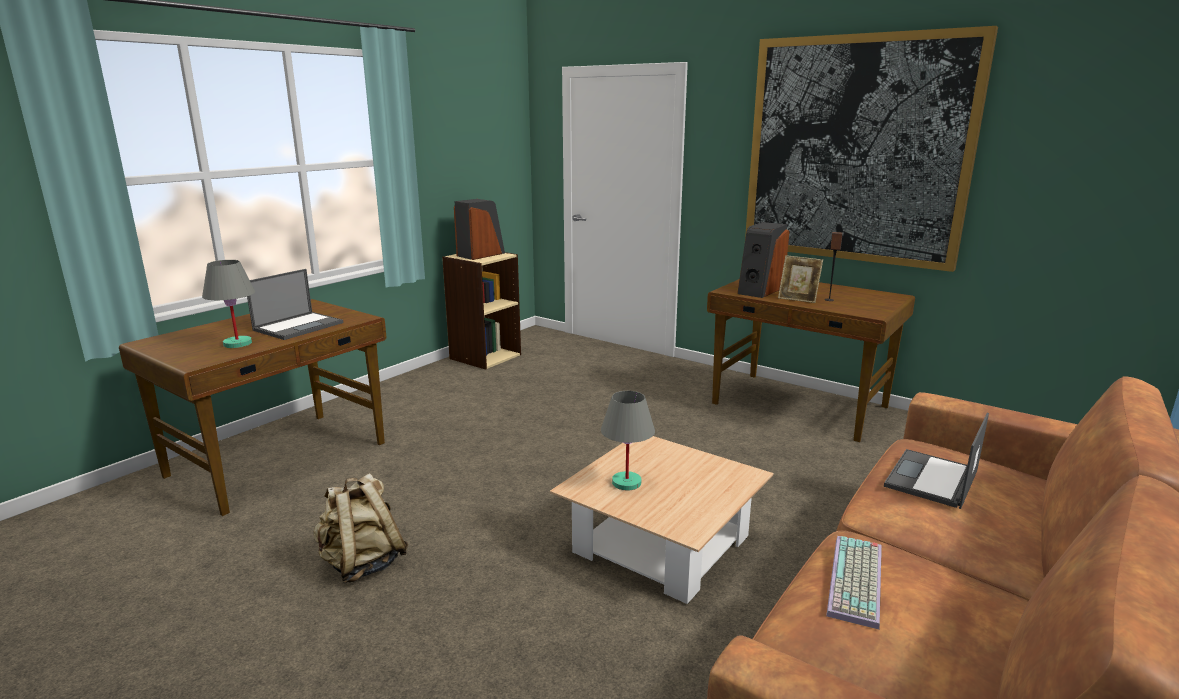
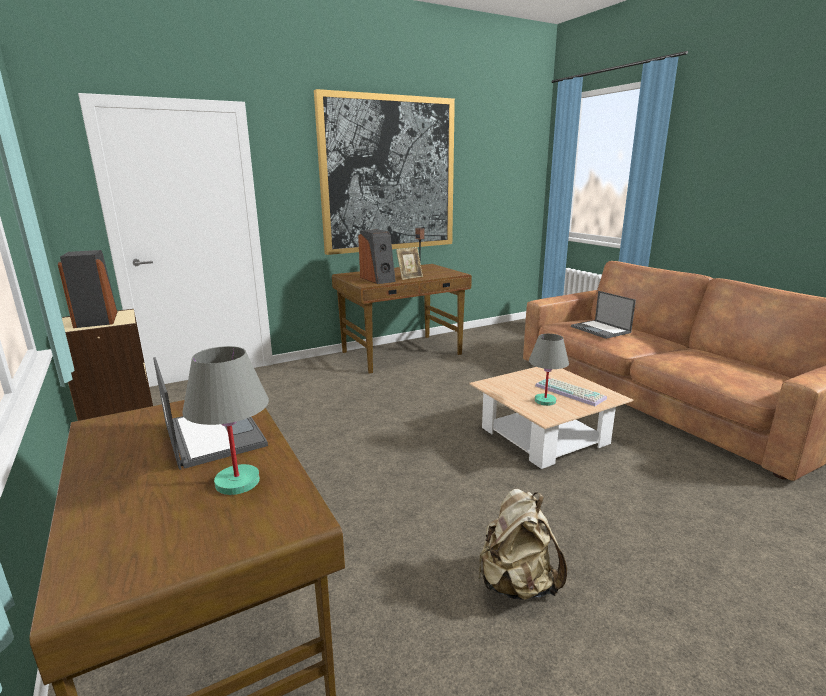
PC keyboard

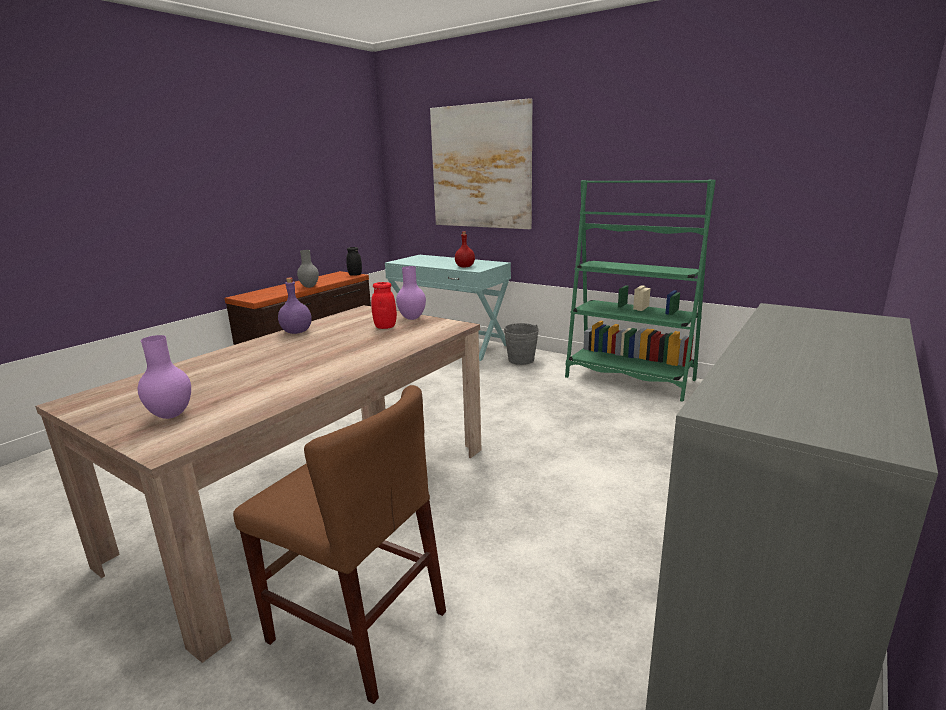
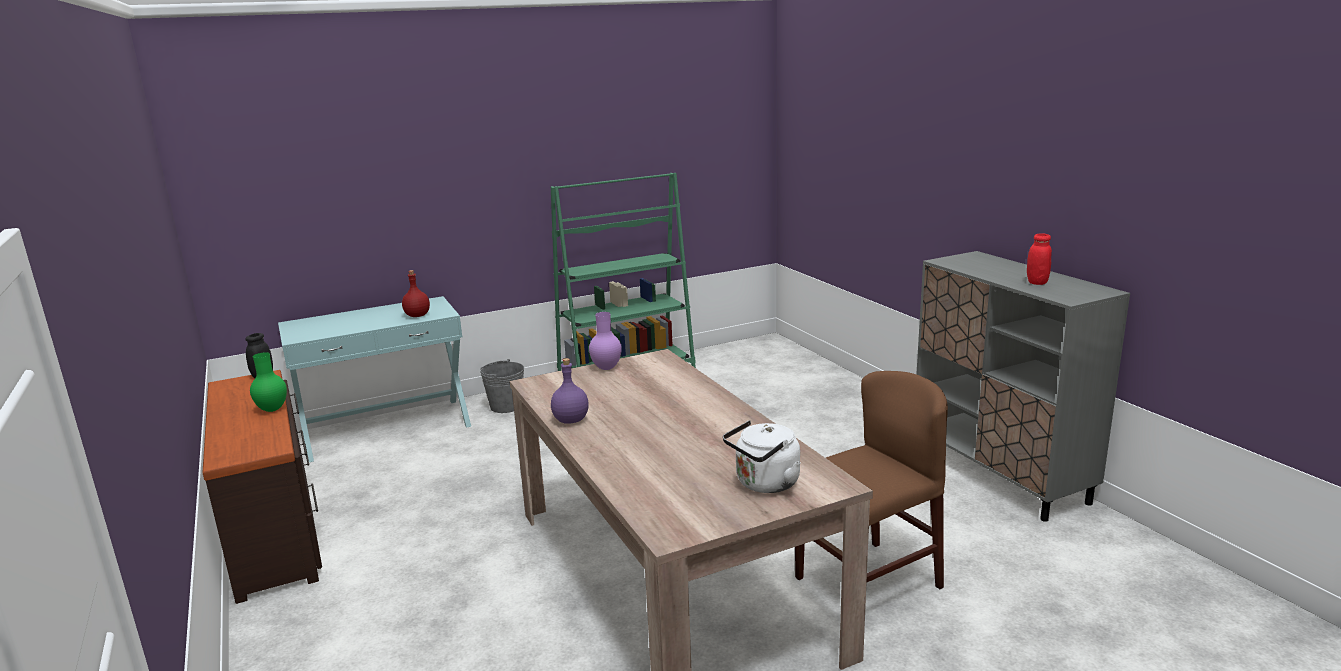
whitish water kettle; green vase; red storage jar; wall art

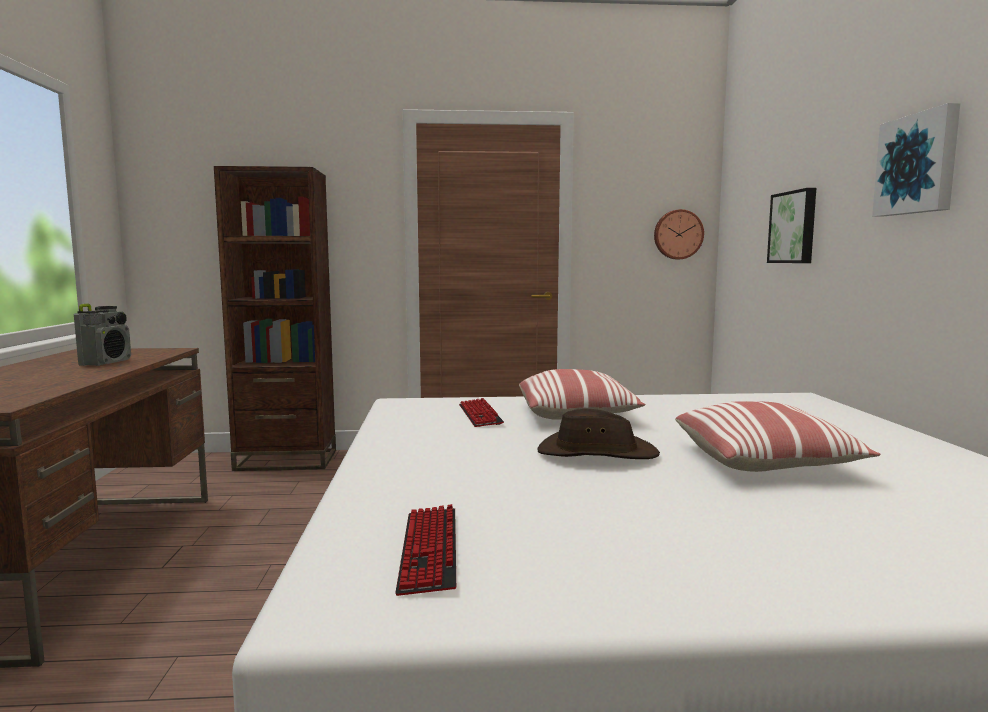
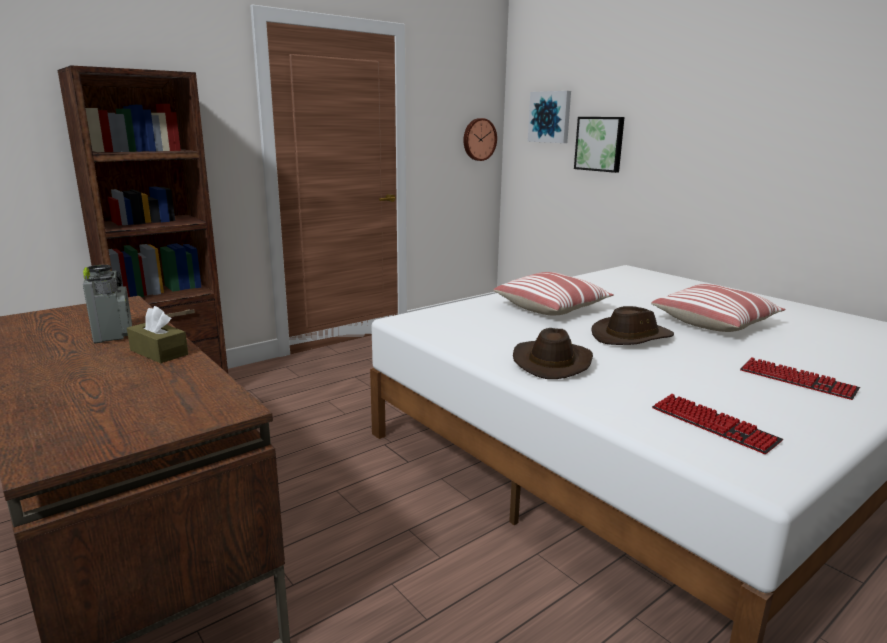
PC keyboard (2nd from left); wall art (1st from left); brownish box of tissues; brownish hat (1st from left)

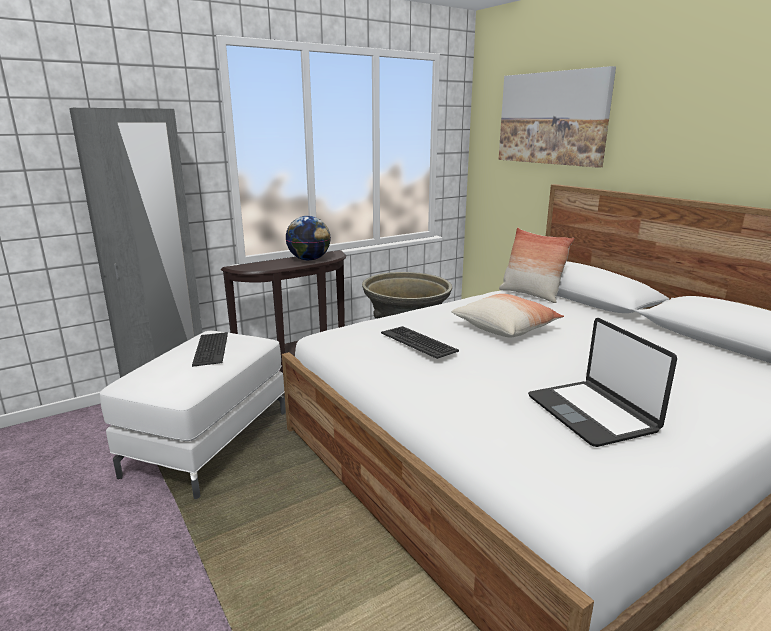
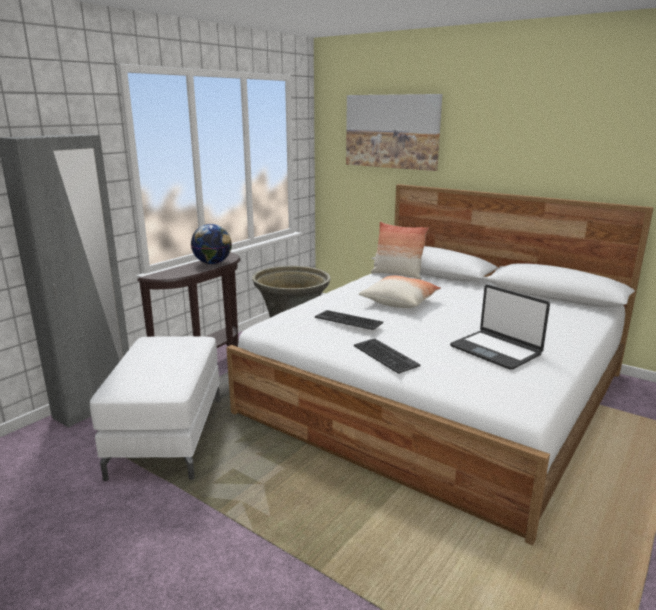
PC keyboard (2nd from left)

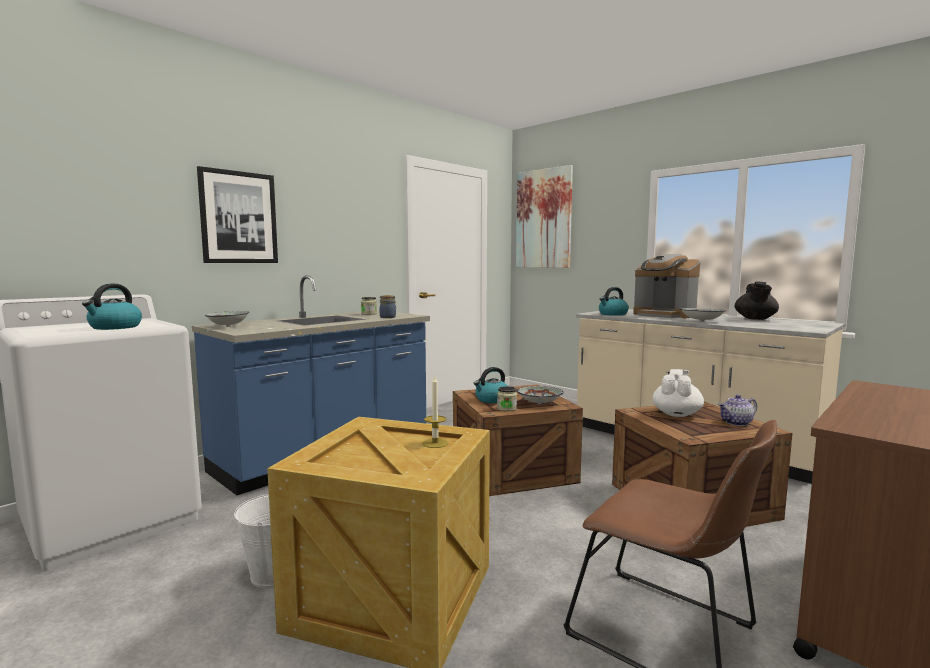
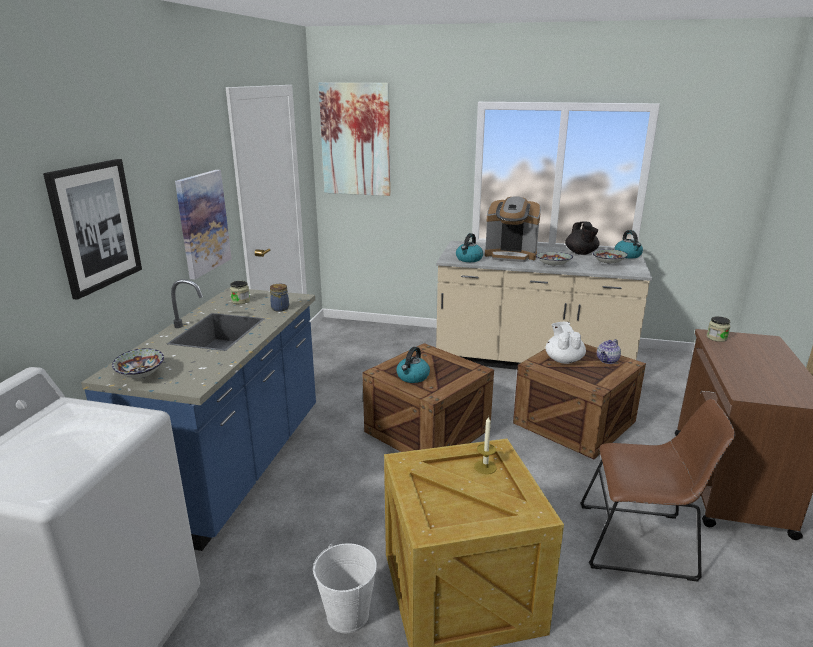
water kettle (3rd from left); storage jar (3rd from left); serving bowl (3rd from left); wall art (2nd from left)

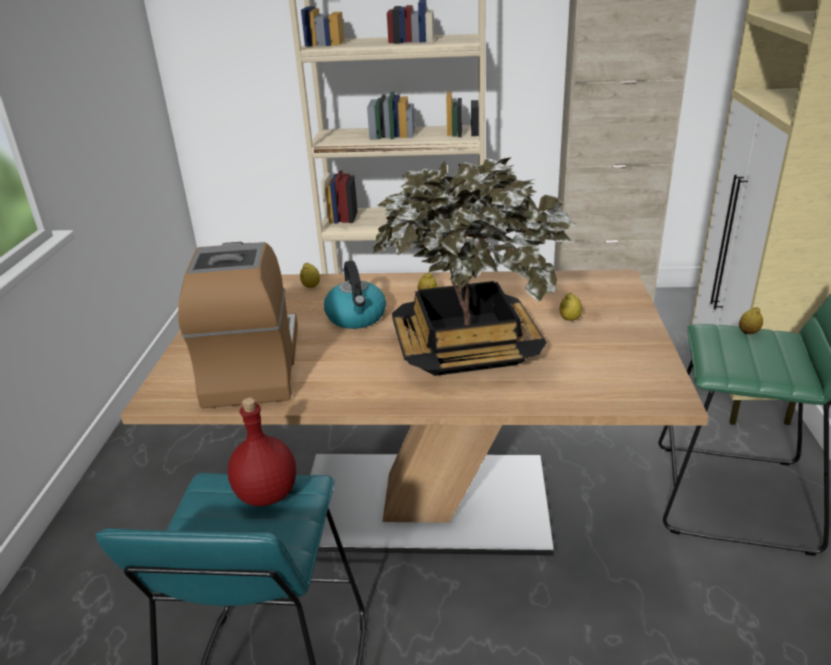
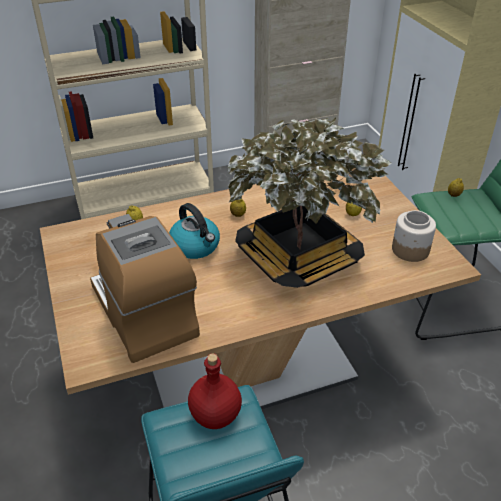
storage jar

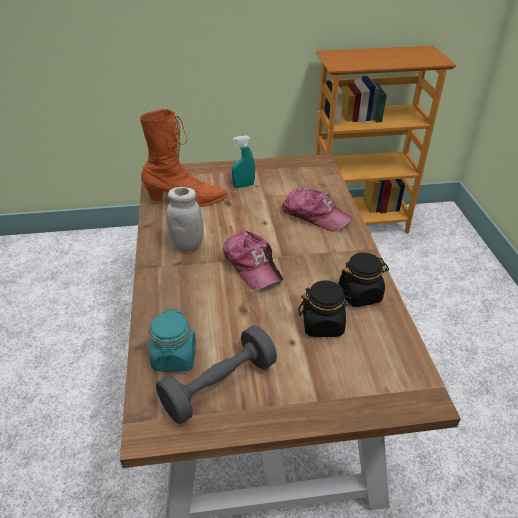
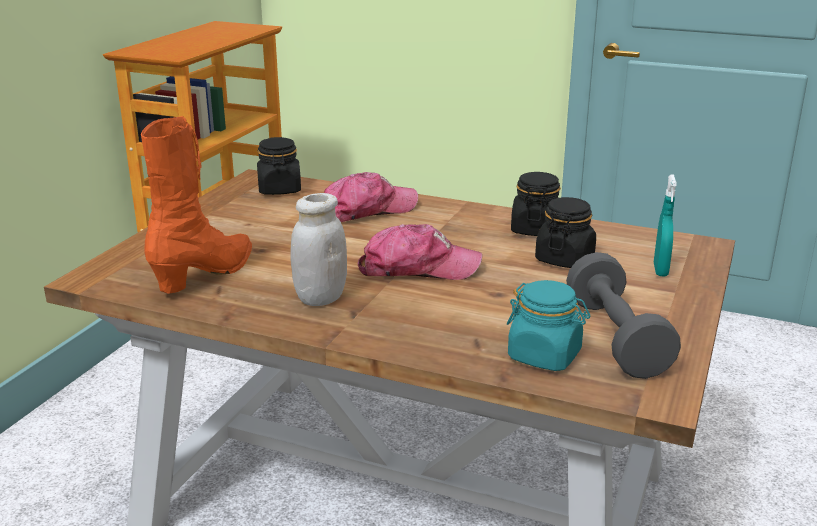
blue-green hand sprayer; black storage jar (1st from left)

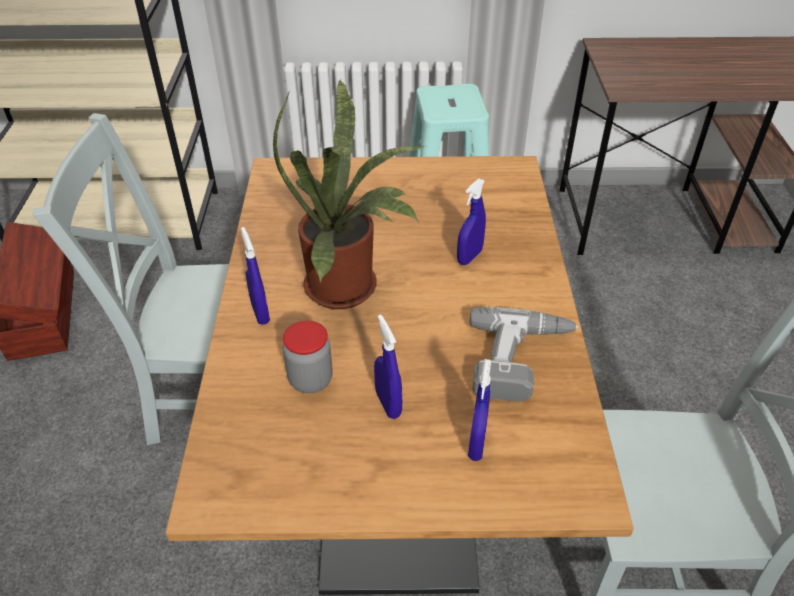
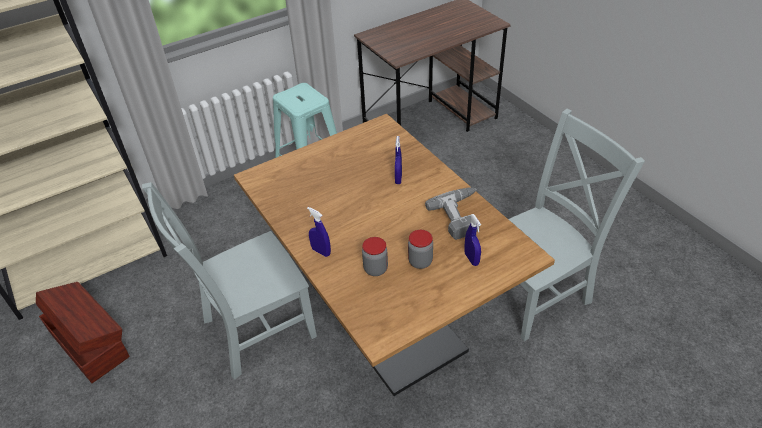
houseplant; storage jar (2nd from left)

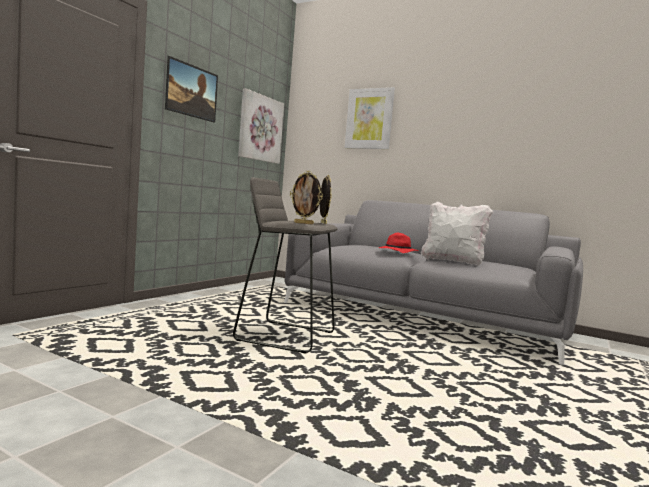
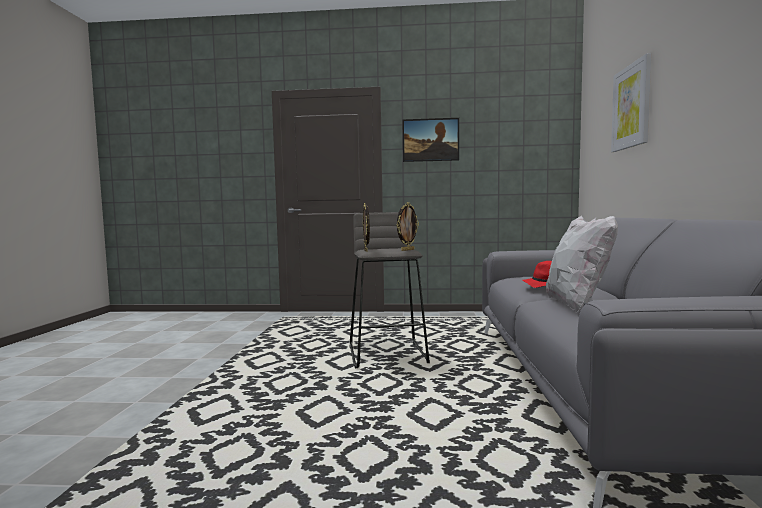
wall art (2nd from left in the first image)

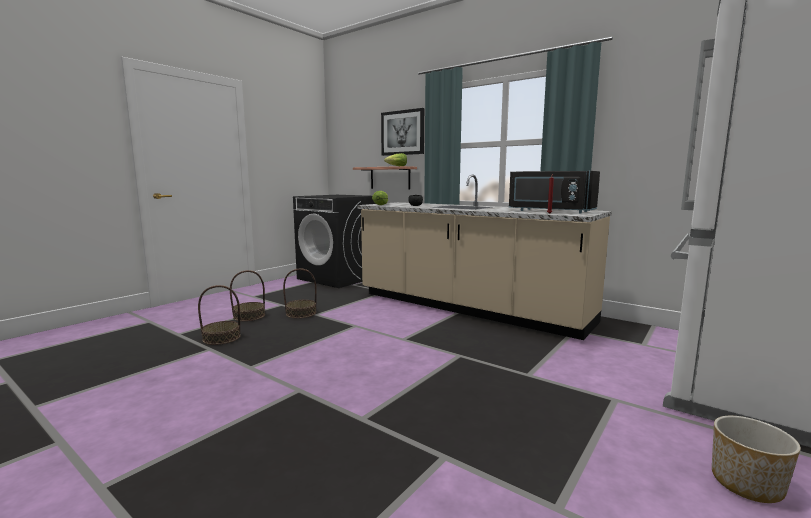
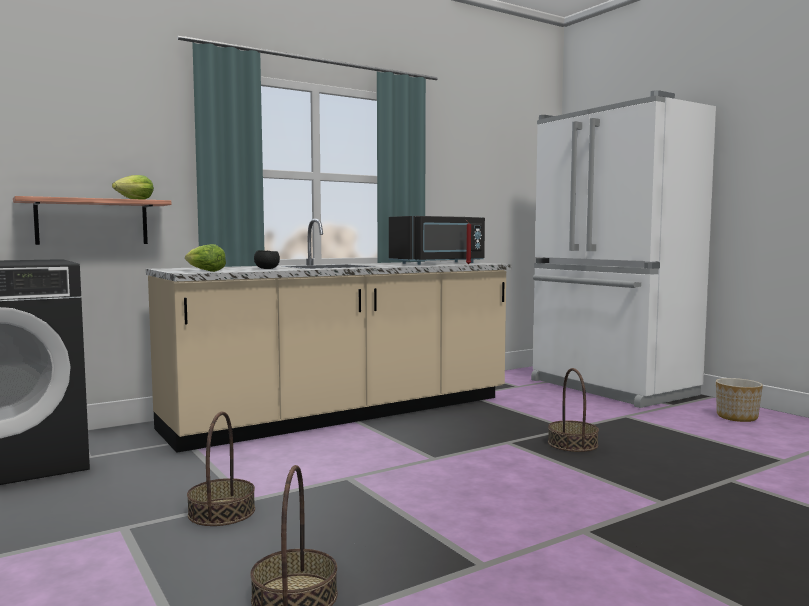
basket (3rd from left); wall art

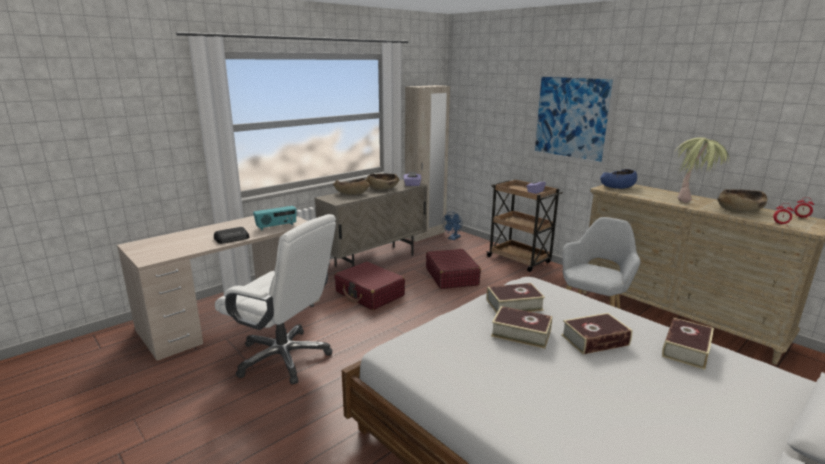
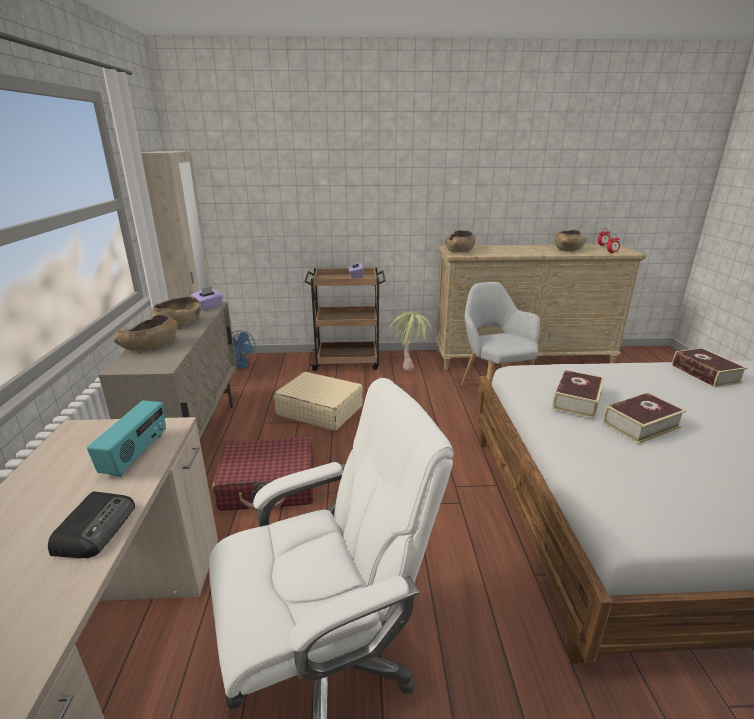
beige suitcase; wall art; book (3rd from left in the first image); brownish serving bowl (3rd from left); houseplant

